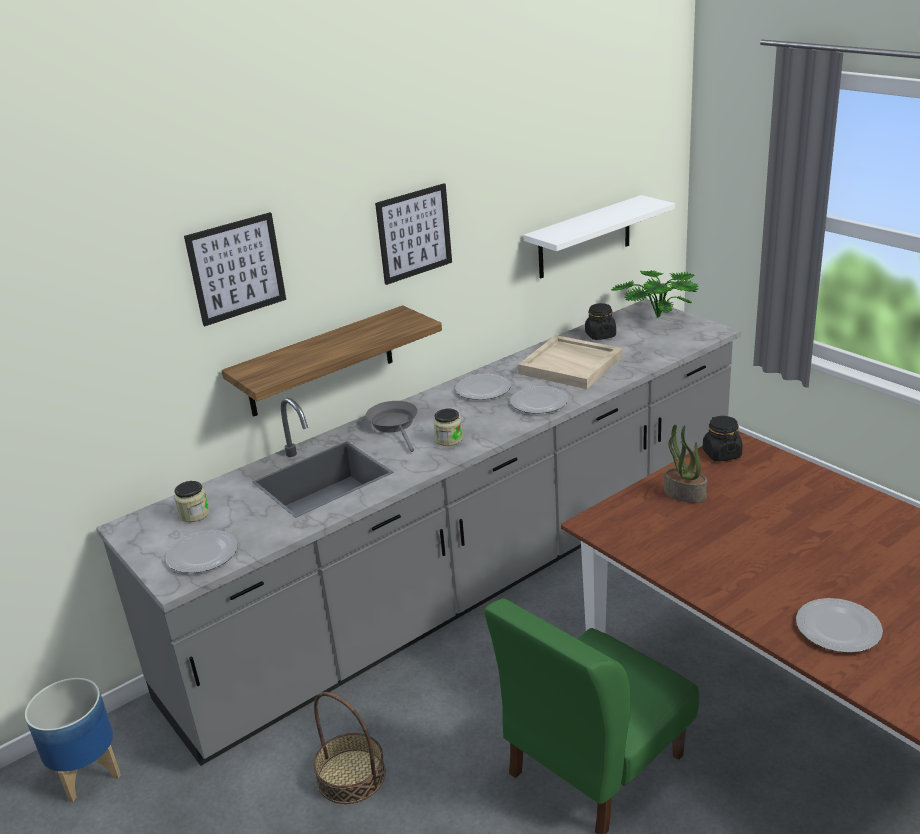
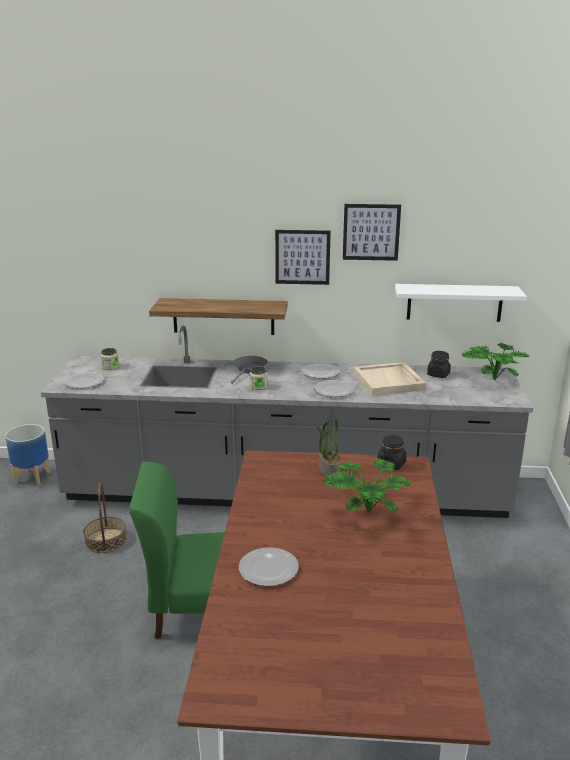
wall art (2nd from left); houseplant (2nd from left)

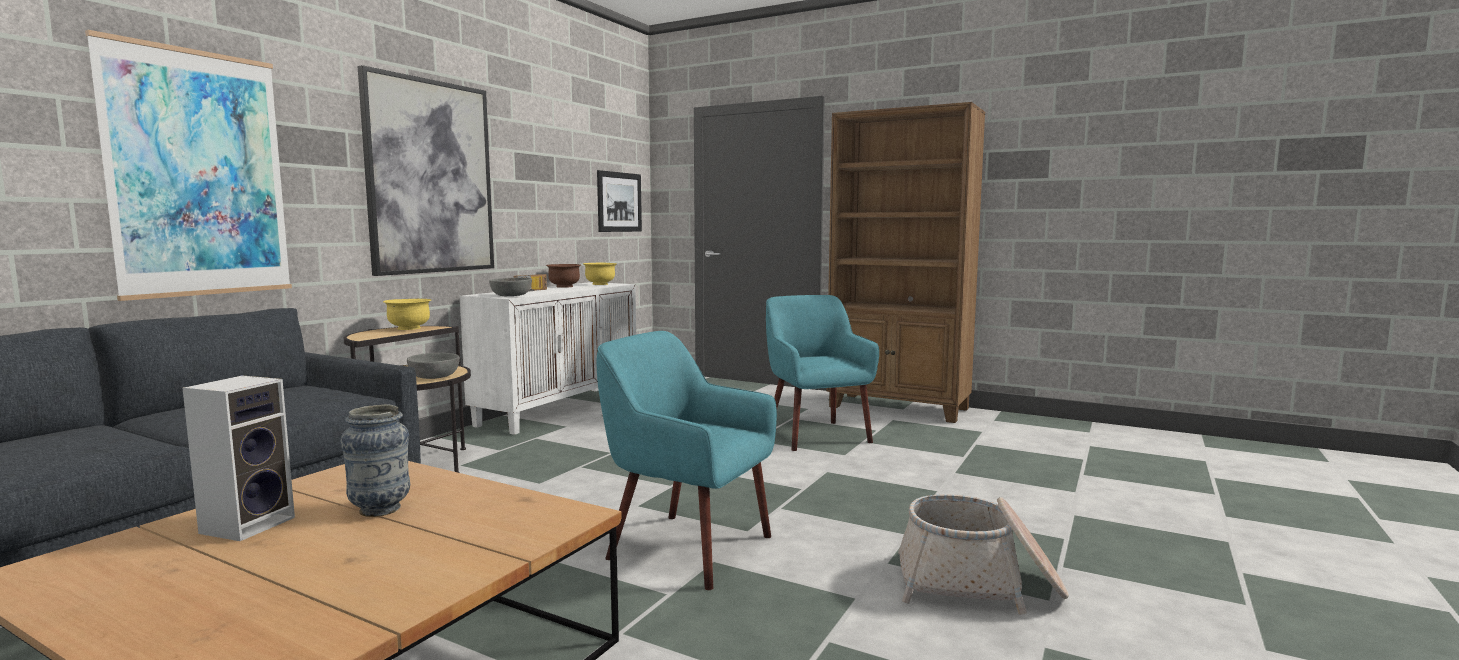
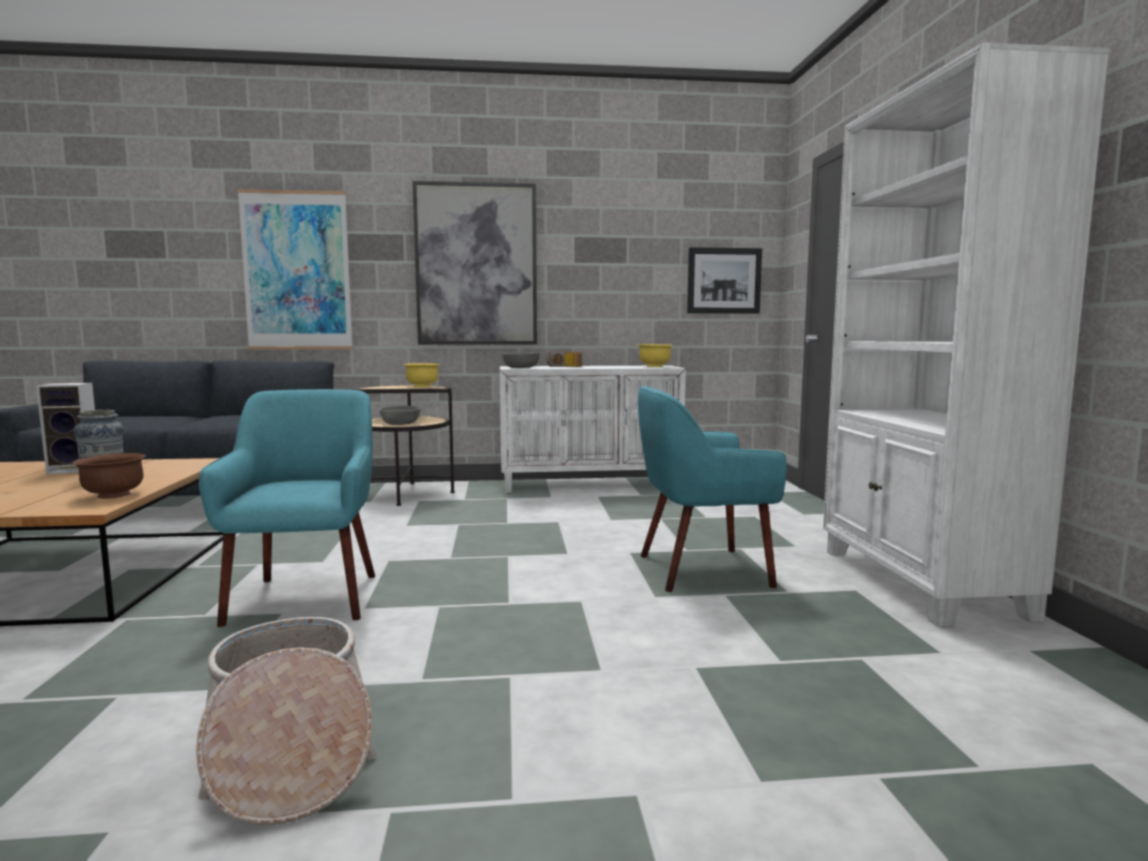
brownish serving bowl; blue-green lounge chair (2nd from left); whitish bookcase

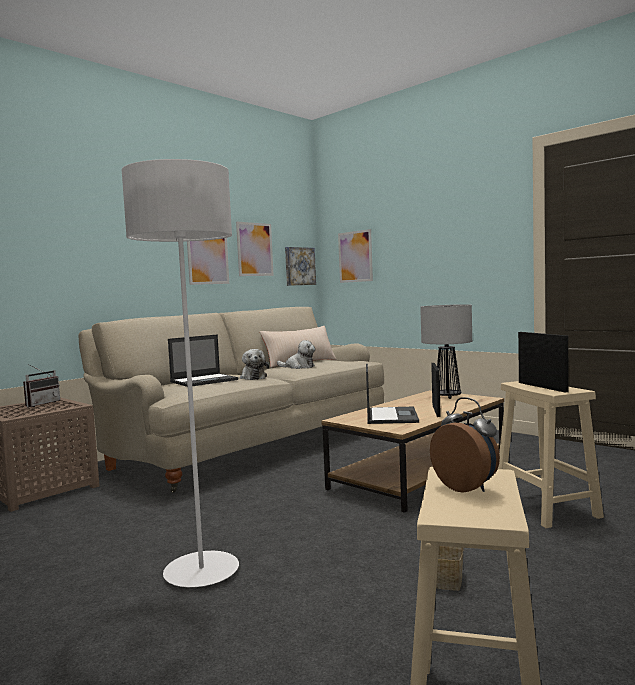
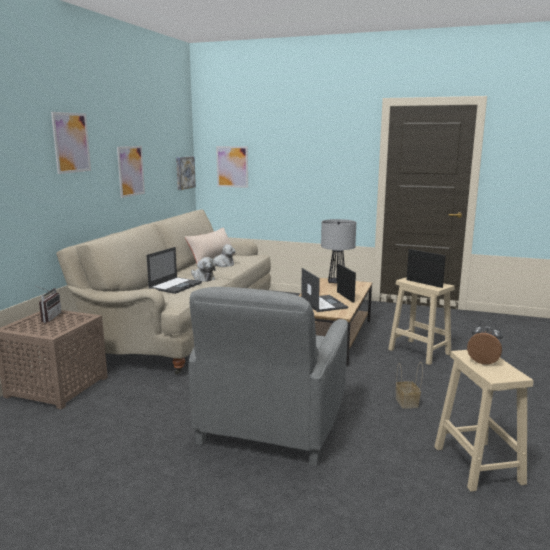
grey lounge chair; wall art (1st from left)

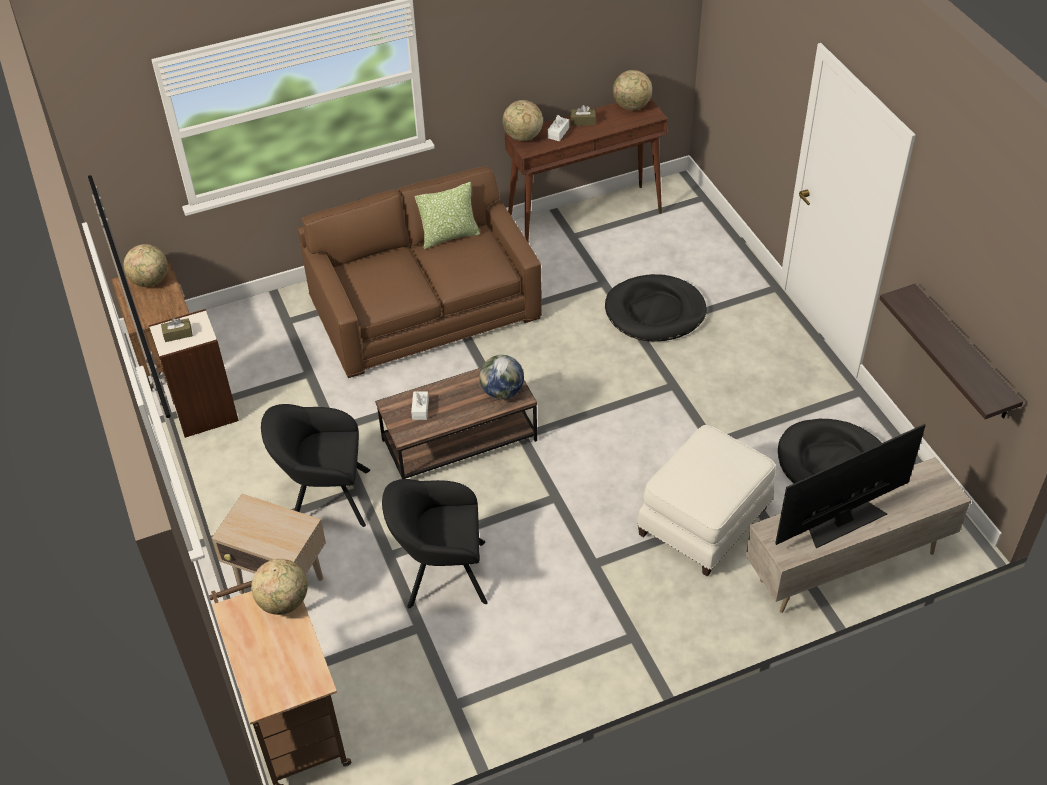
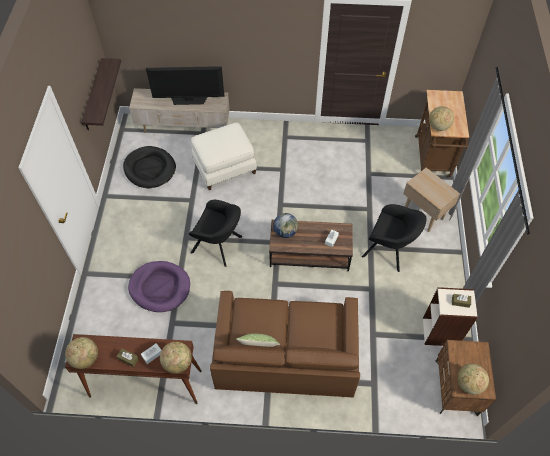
black lounge chair (1st from left); purplish dog cushion

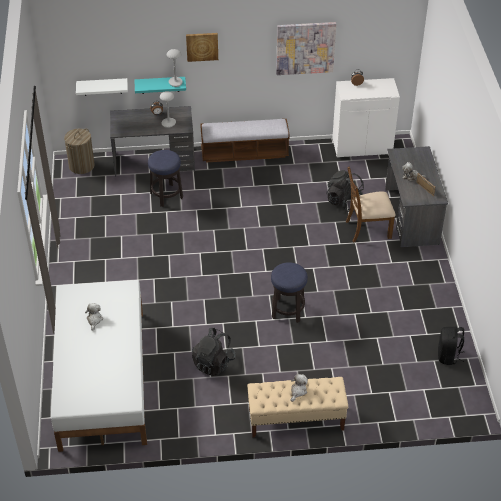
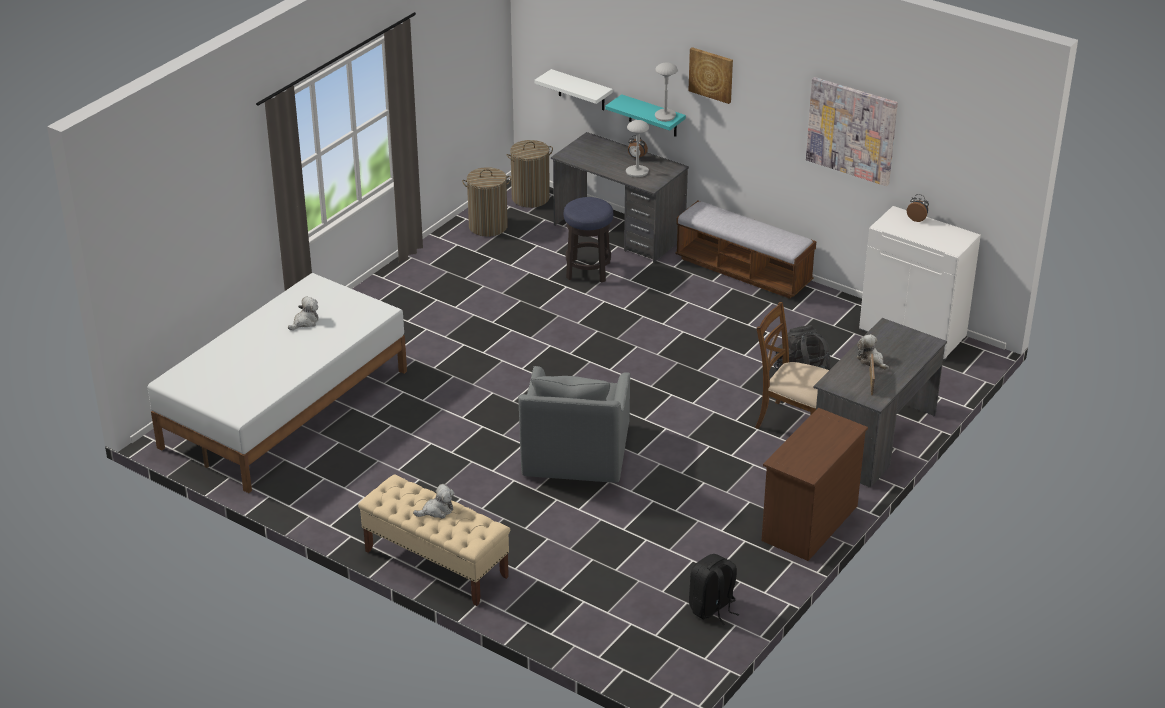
black knapsack (1st from left in the first image); grey lounge chair; washing basket (1st from left); brownish chest of drawers

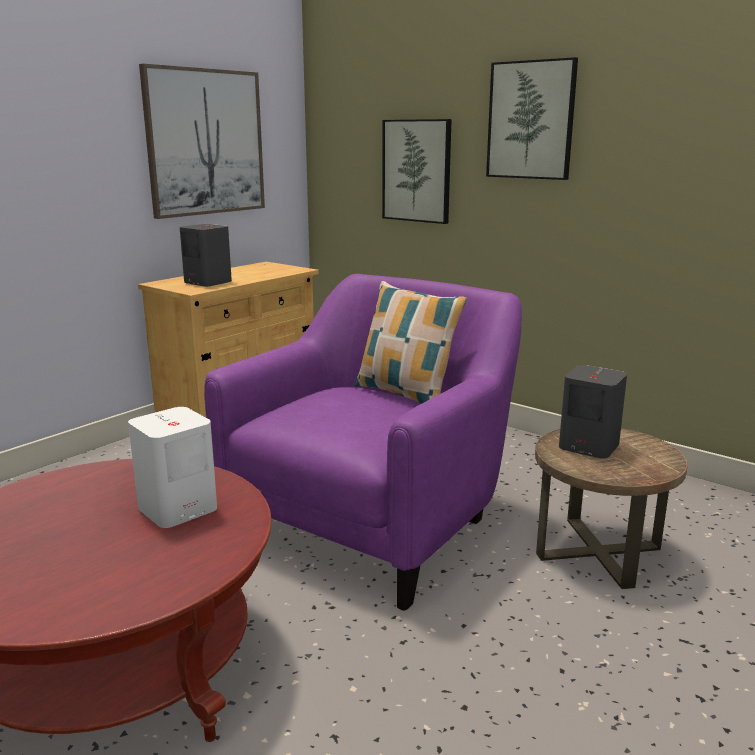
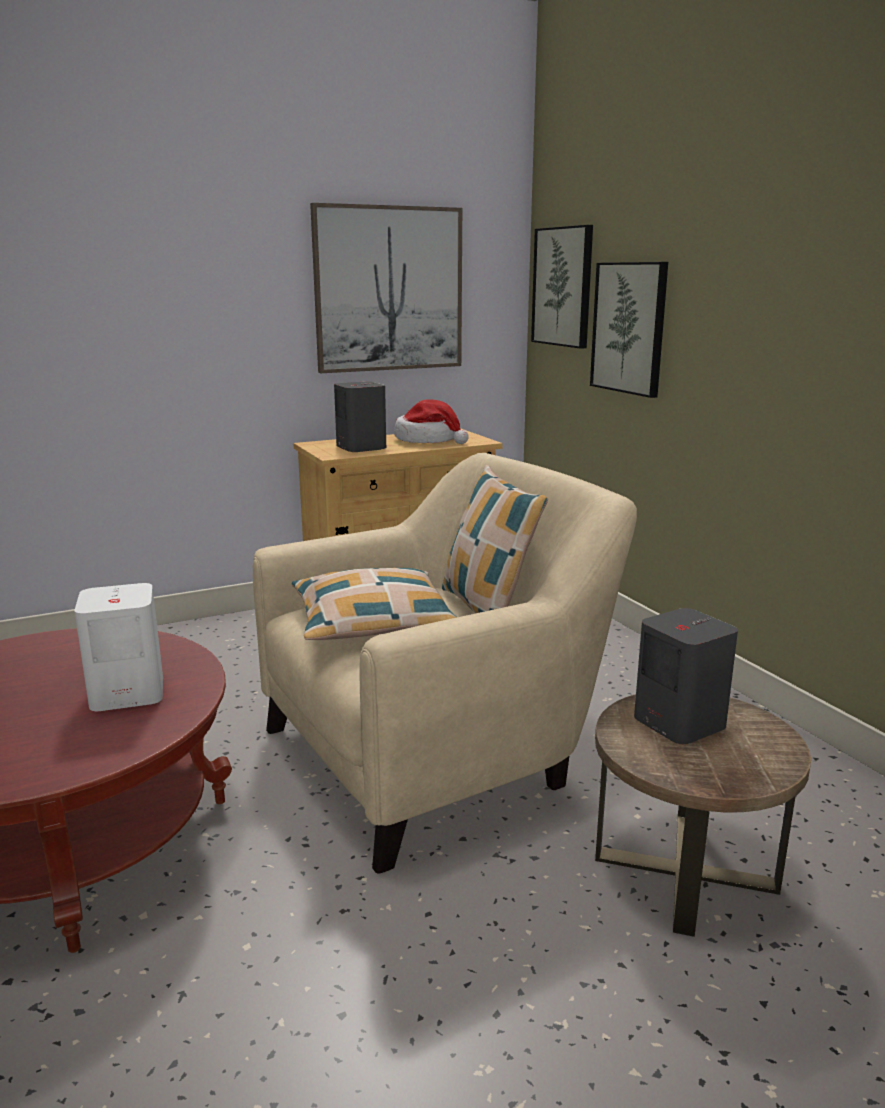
beige lounge chair; wall art (2nd from left); pillow (1st from left); hat

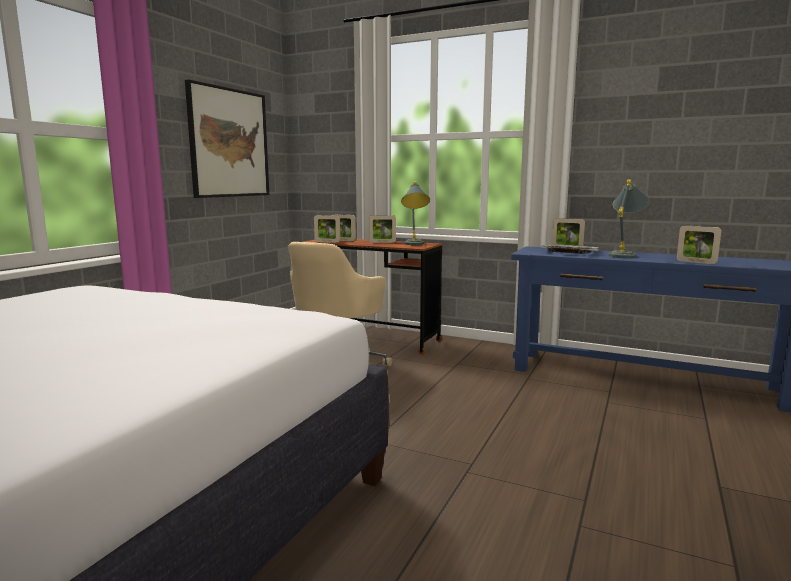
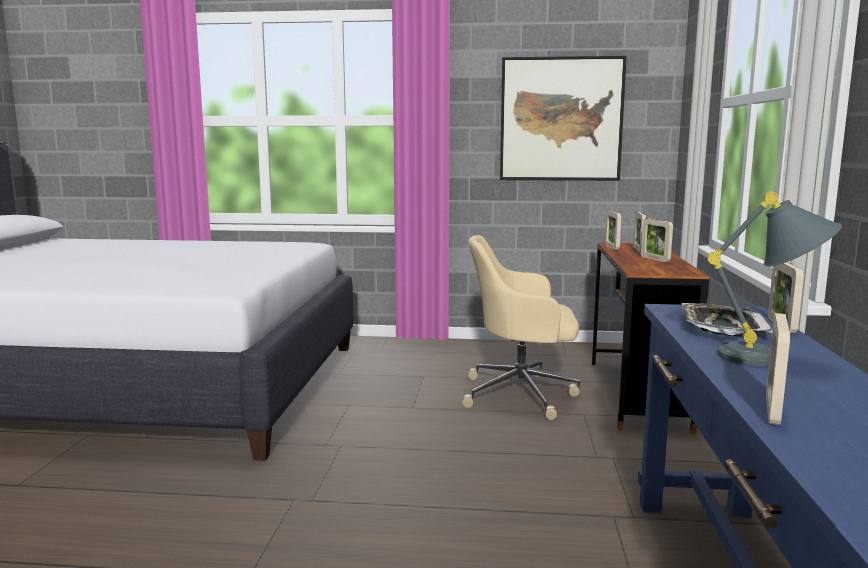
grey lamp for a table (1st from left in the first image)

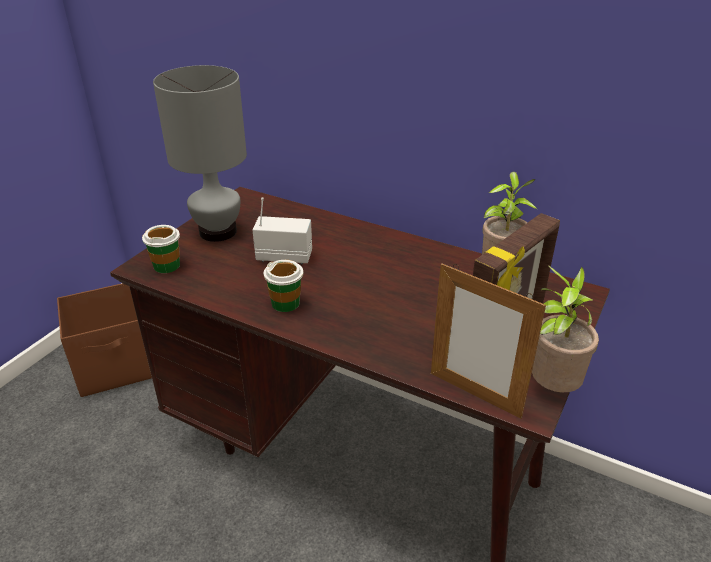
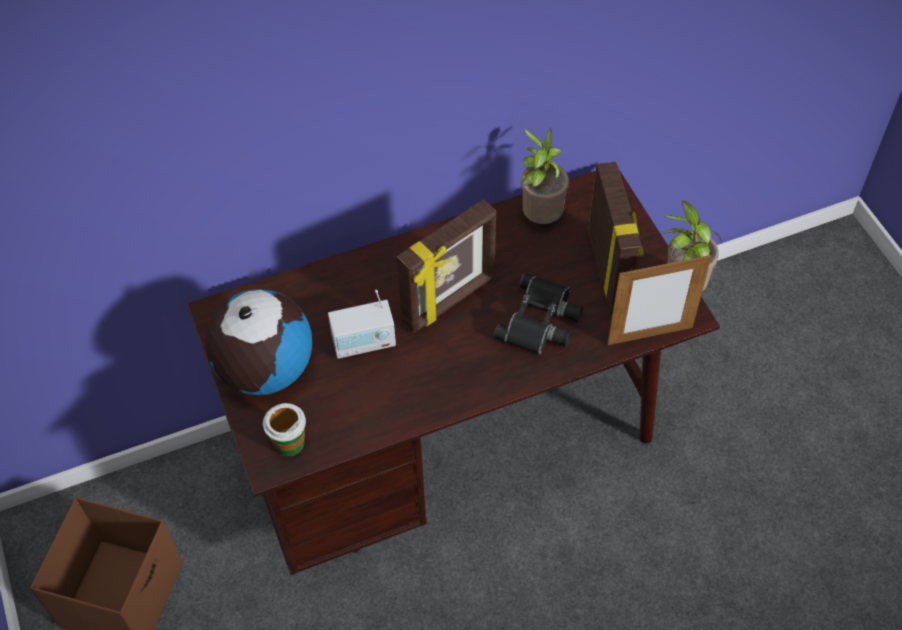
world globe; radio receiver; cup (2nd from left in the first image); standing frame (1st from left); black field glasses

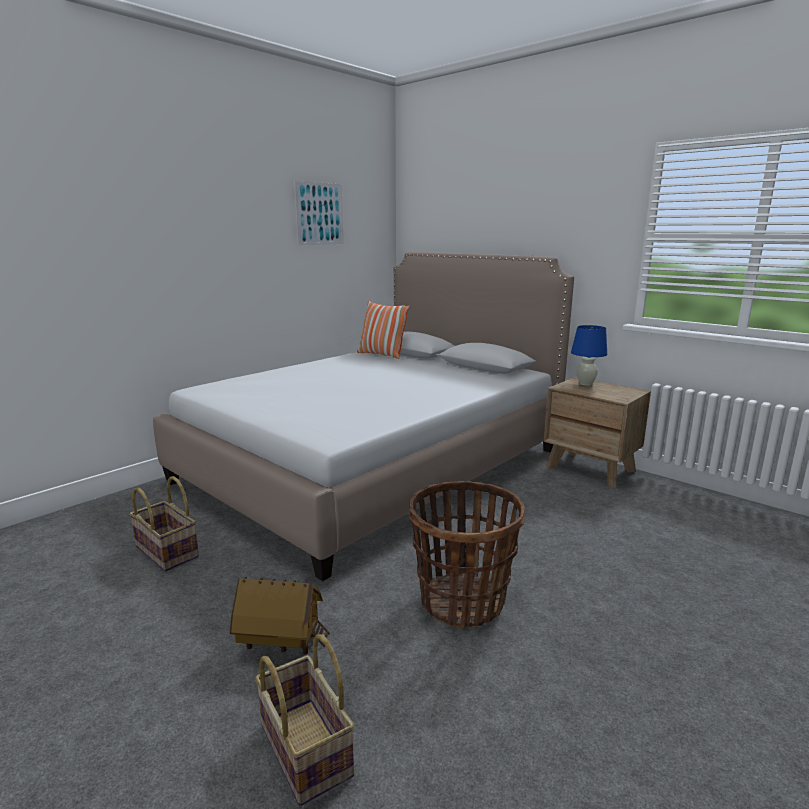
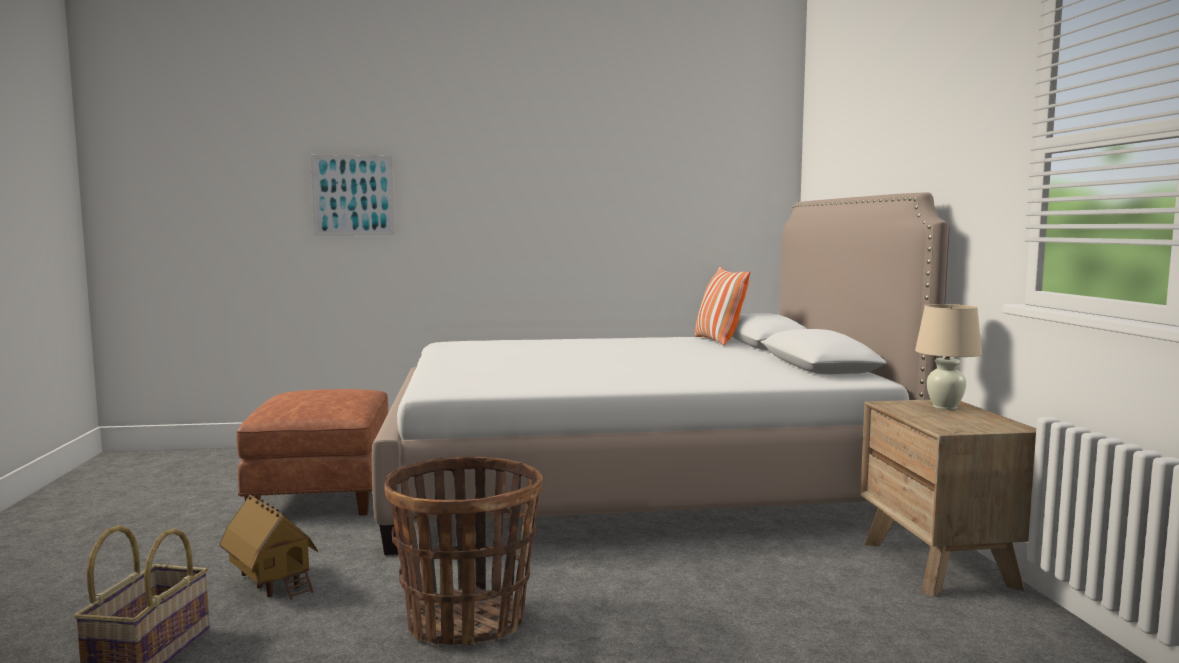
brownish footrest; wall art; beige lamp for a table

